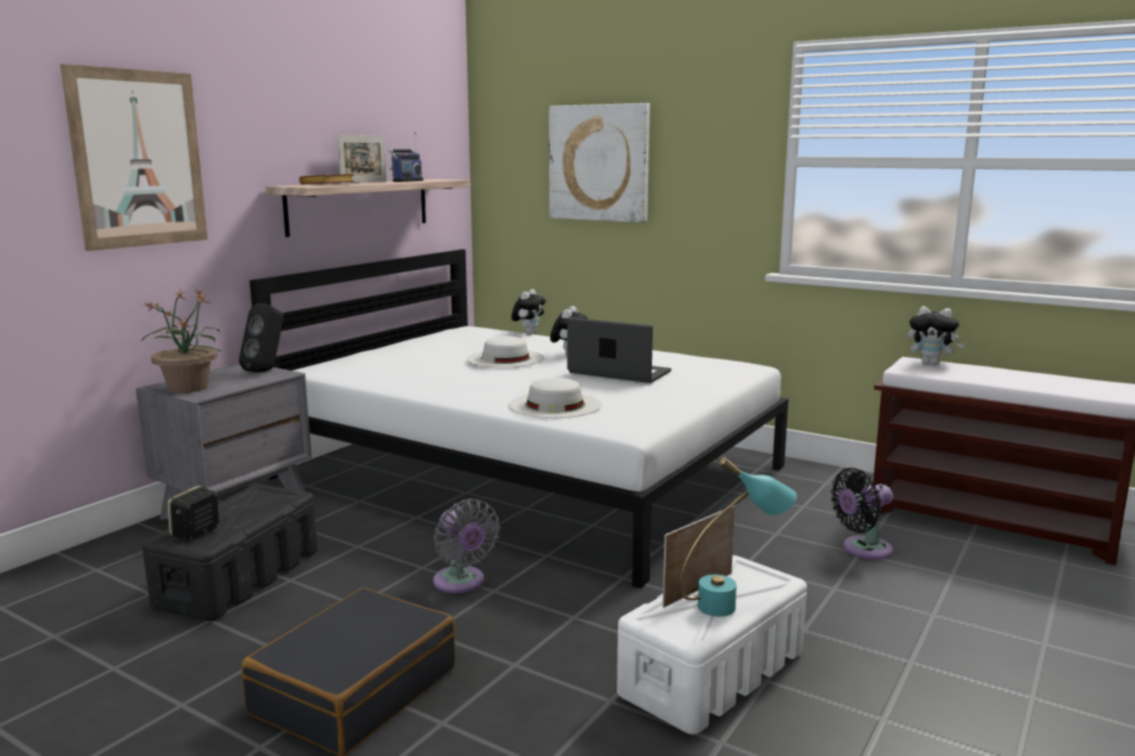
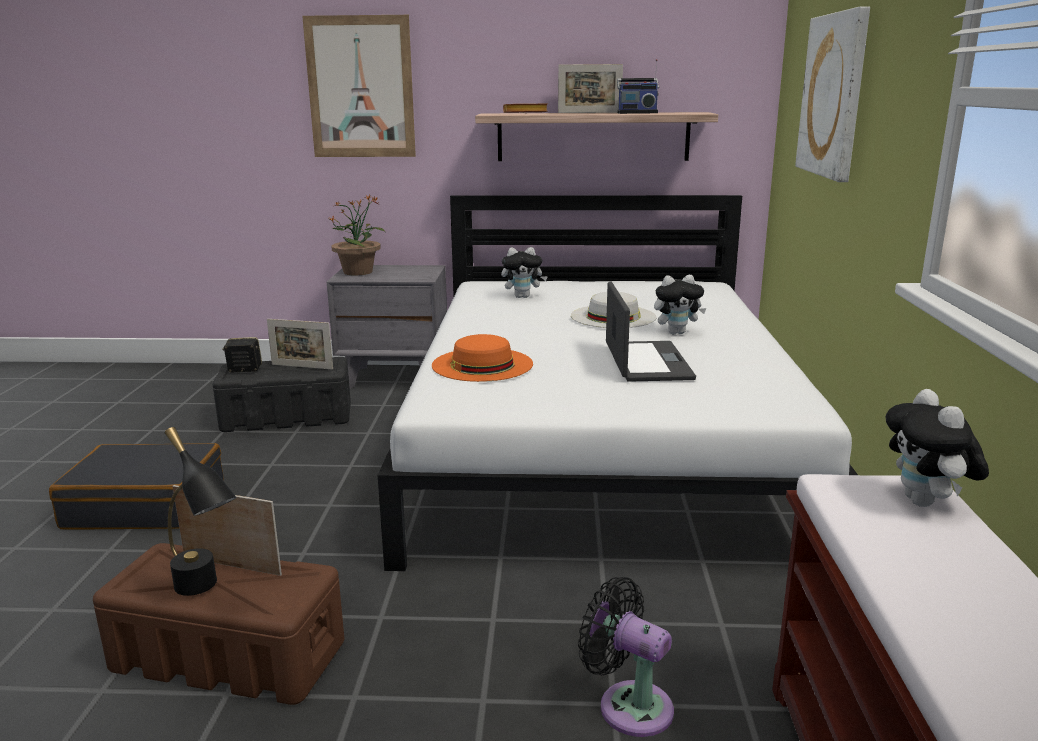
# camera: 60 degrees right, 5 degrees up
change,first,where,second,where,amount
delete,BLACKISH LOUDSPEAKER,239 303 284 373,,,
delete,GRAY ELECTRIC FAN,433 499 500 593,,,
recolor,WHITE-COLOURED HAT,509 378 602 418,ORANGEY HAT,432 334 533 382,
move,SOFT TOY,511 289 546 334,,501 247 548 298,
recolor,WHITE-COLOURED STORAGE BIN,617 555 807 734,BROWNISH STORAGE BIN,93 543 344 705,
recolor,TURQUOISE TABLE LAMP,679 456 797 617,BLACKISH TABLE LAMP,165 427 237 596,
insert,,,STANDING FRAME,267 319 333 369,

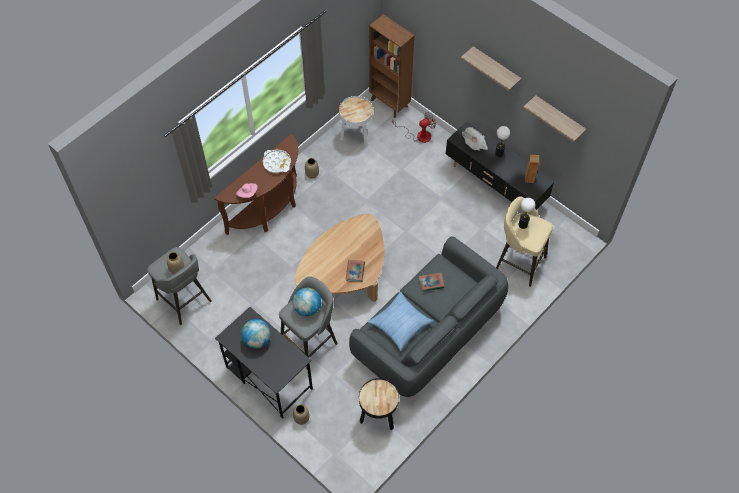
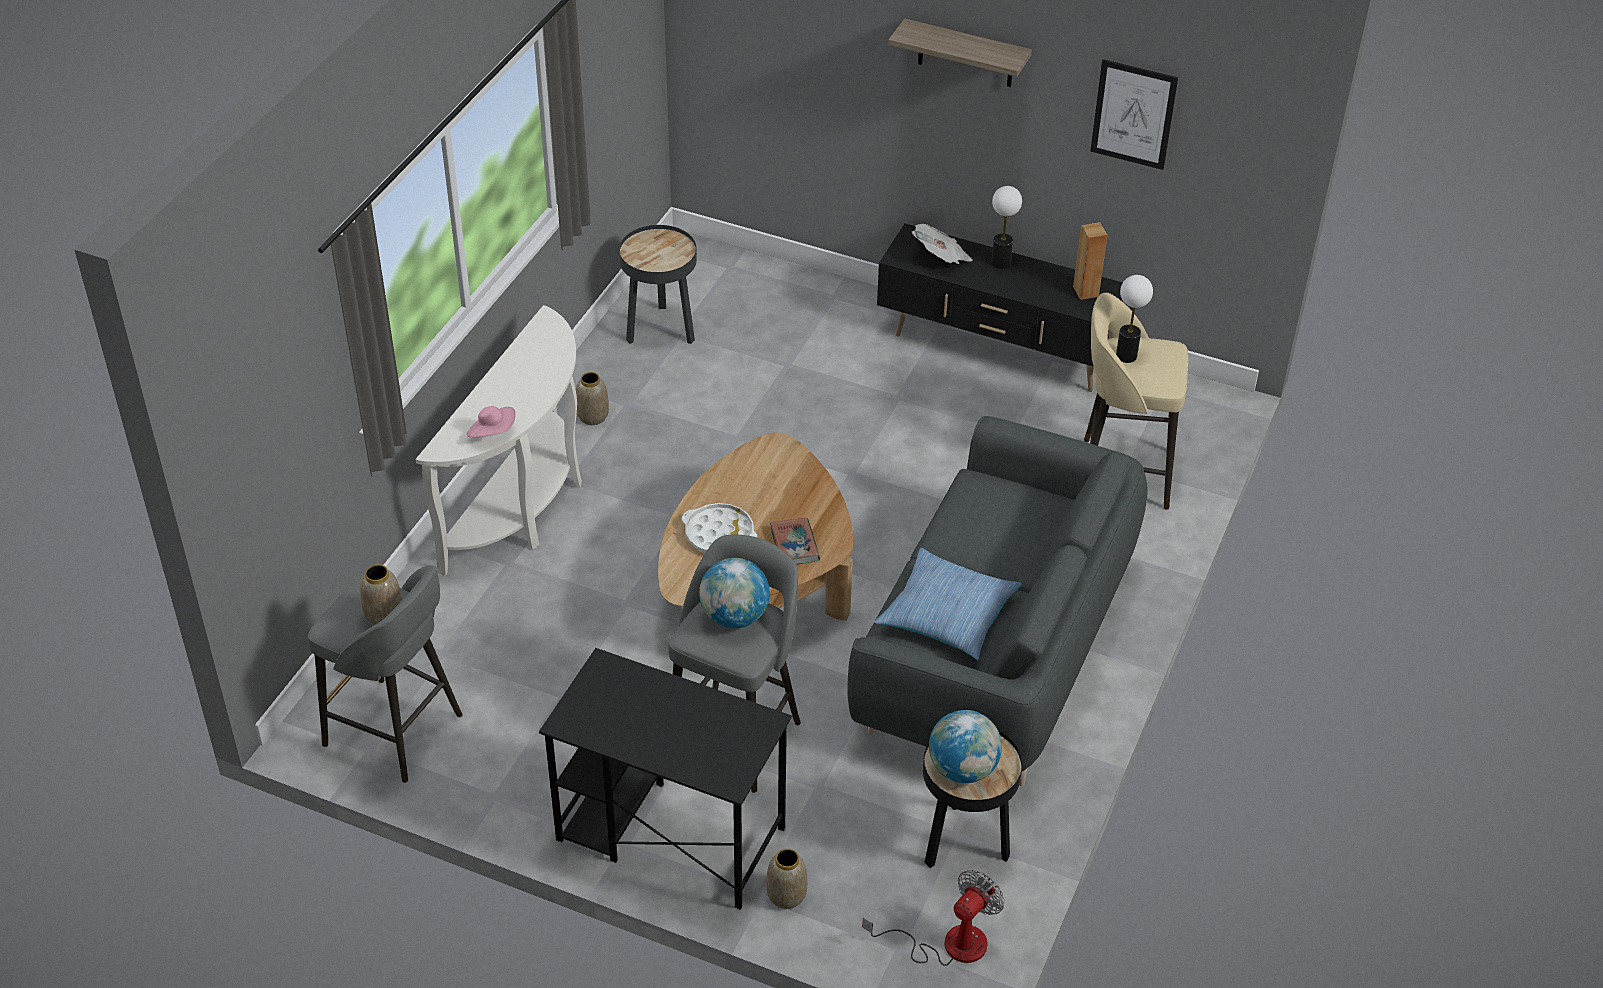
# camera: 20 degrees left, 15 degrees down
change,first,where,second,where,amount
recolor,BROWNISH NARROW TABLE,214 134 298 235,WHITE-COLOURED NARROW TABLE,415 305 582 575,
move,GLOBE,241 319 271 349,,929 710 1002 783,
move,WHITE-COLOURED CARRYING TRAY,263 150 291 173,,682 503 757 553,
recolor,WHITE-COLOURED END TABLE,339 96 373 147,BLACKISH END TABLE,619 225 697 344,
delete,BROWNISH SHELVING UNIT,369 14 414 118,,,
move,ELECTRIC FAN,392 112 436 143,,862 870 1004 966,
delete,VOLUME,419 272 444 292,,,
replace,BRACKET SHELF,523 95 586 142,PICTURE,1090 59 1178 170,

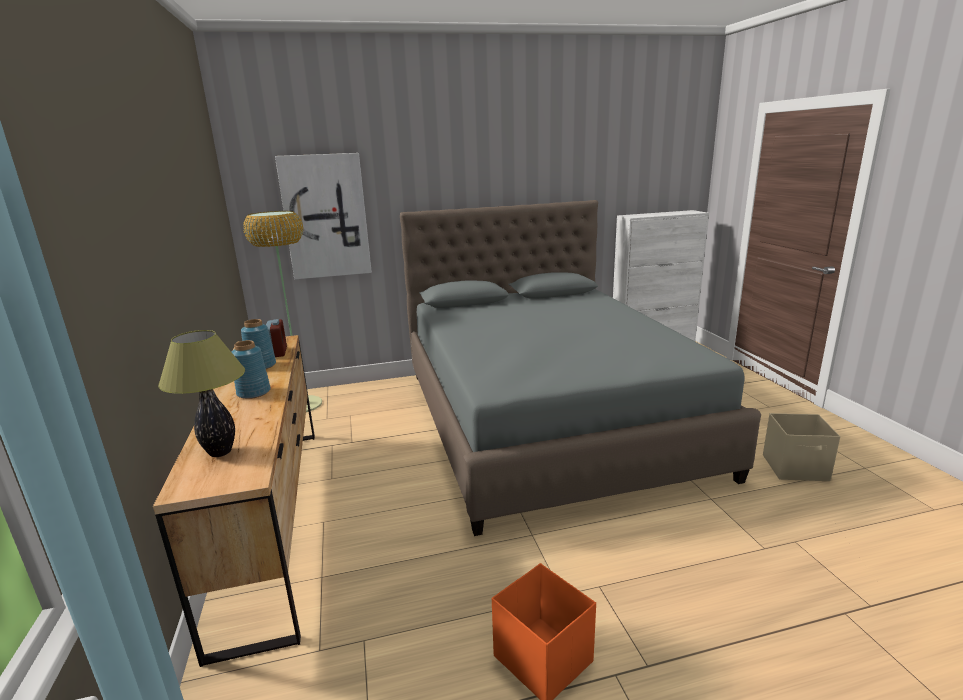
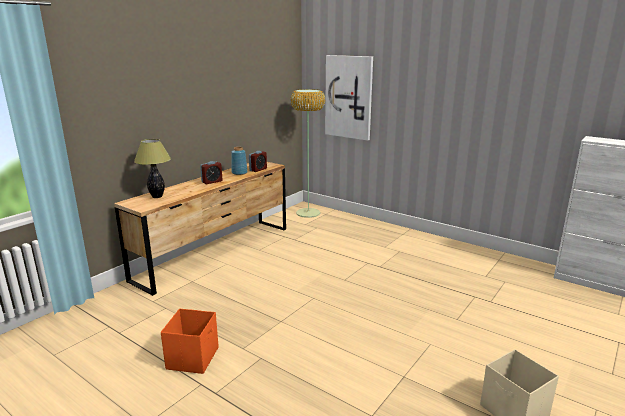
# camera: 50 degrees right, 0 degrees up
change,first,where,second,where,amount
replace,BLUE VASE,232 340 271 399,ALARM CLOCK,200 161 222 184,
delete,GRAY BED,400 200 761 536,,,

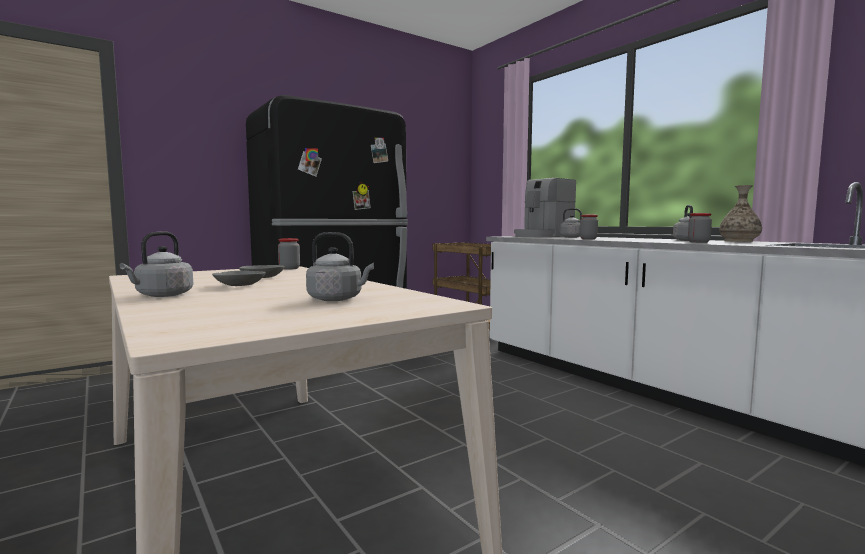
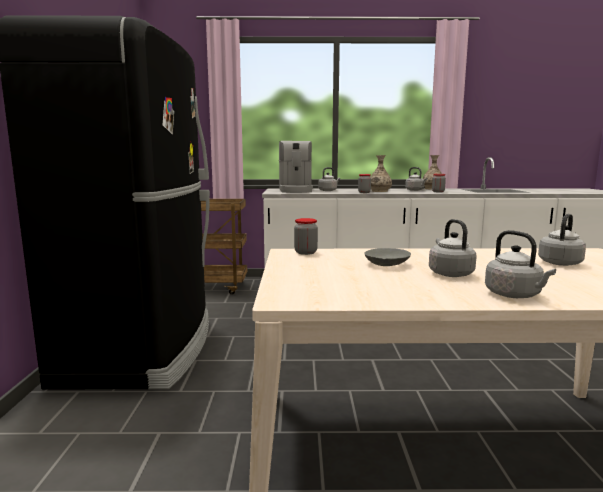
# camera: 55 degrees left, 5 degrees up
change,first,where,second,where,amount
replace,GRAY BOWL,212 271 266 286,GRAY TEA KETTLE,429 219 477 277,
insert,,,VASE,371 155 392 192,

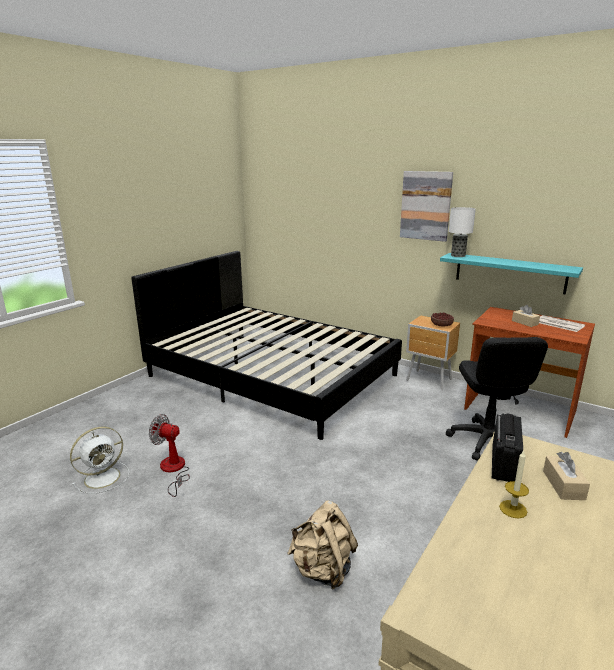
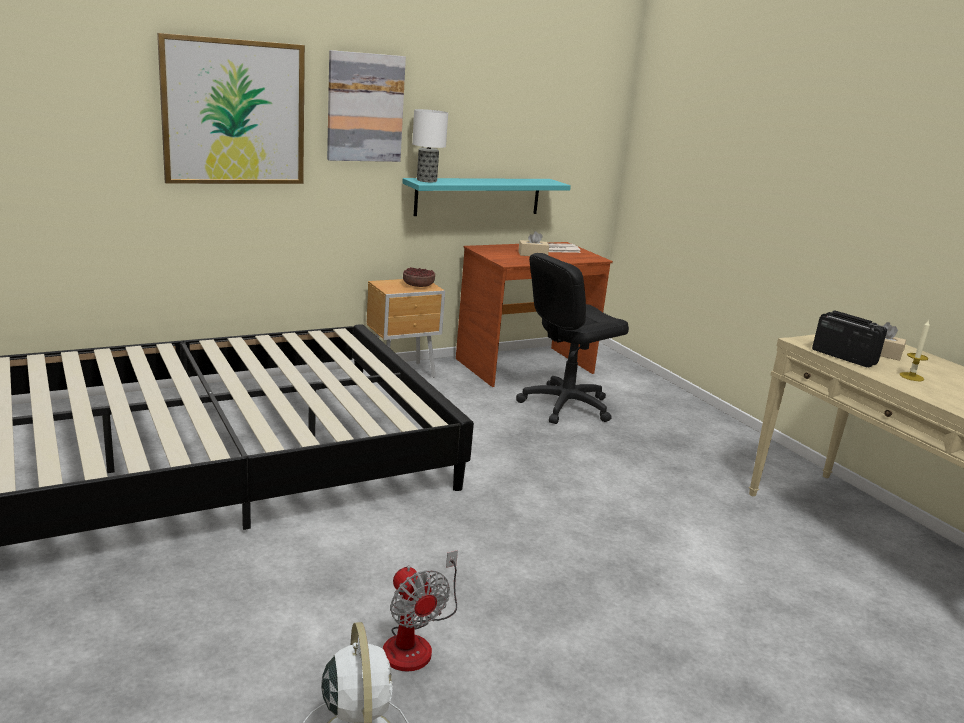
# camera: 65 degrees left, 0 degrees up
change,first,where,second,where,amount
rotate,ELECTRIC FAN,149 414 190 497,,383 550 458 672,75 degrees counterclockwise
delete,SAND-COLOURED BACKPACK,287 500 358 590,,,
rotate,BLACKISH DESK CHAIR,446 337 548 460,,516 253 629 424,120 degrees clockwise
insert,,,PICTURE,157 33 305 184,

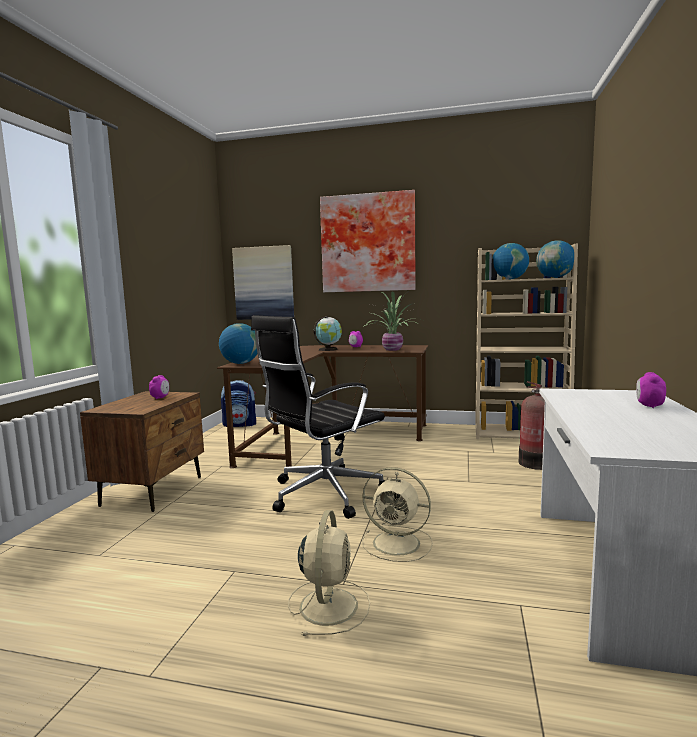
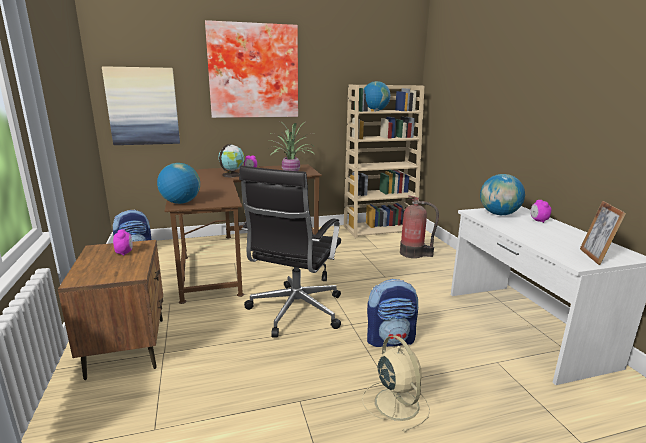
# camera: 30 degrees left, 10 degrees up
change,first,where,second,where,amount
replace,SAND-COLOURED ELECTRIC FAN,362 467 433 562,BACKPACK,367 279 418 347,
move,GLOBE,536 240 574 278,,480 174 525 215,
insert,,,STANDING FRAME,580 201 626 265,

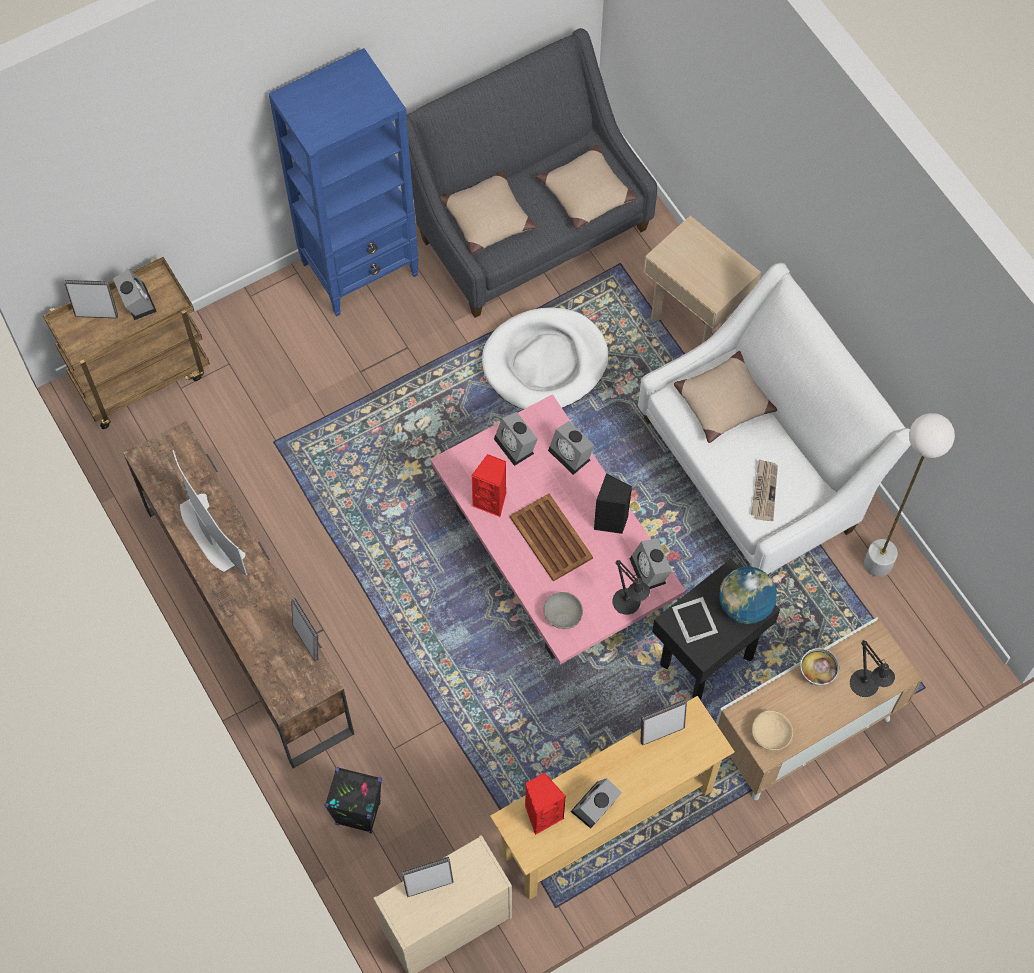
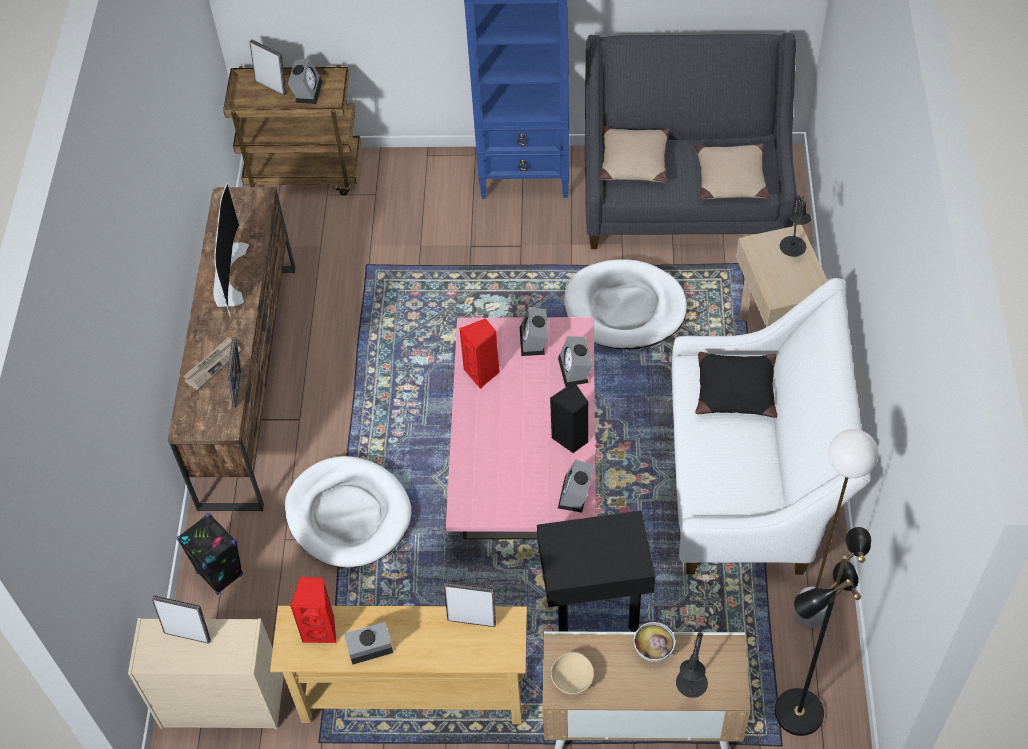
# camera: 35 degrees right, 10 degrees down
change,first,where,second,where,amount
delete,BROWNISH CARRYING TRAY,510 493 593 581,,,
delete,GRAY BOWL,543 592 583 629,,,
move,BLACKISH TABLE LAMP,612 560 650 615,,780 195 811 257,
delete,STANDING FRAME,672 597 718 643,,,
recolor,SAND-COLOURED THROW PILLOW,674 351 777 443,BLACKISH THROW PILLOW,695 352 777 418,
delete,GLOBE,719 566 777 624,,,
move,DAILY PAPER,751 459 778 521,,184 337 241 391,
insert,,,WHITE-COLOURED PET BED,285 456 411 568,
insert,,,BLACKISH STANDING LAMP,775 527 871 736,

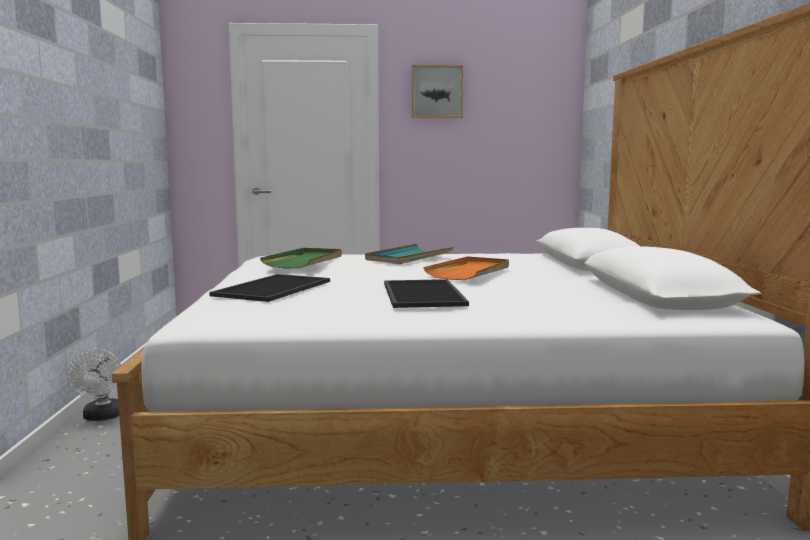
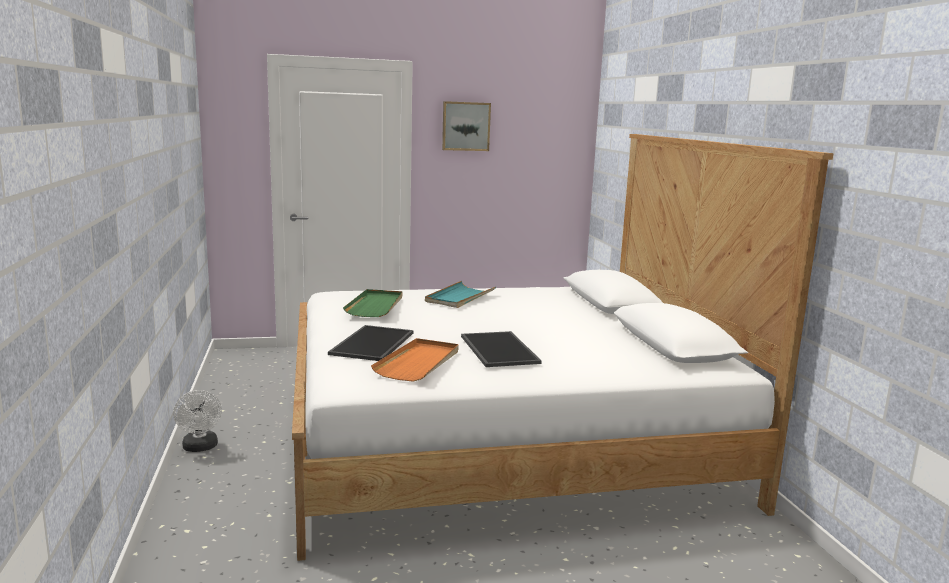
# camera: 10 degrees left, 5 degrees up
change,first,where,second,where,amount
move,ORANGEY CARRYING TRAY,423 257 509 280,,371 338 459 382,

